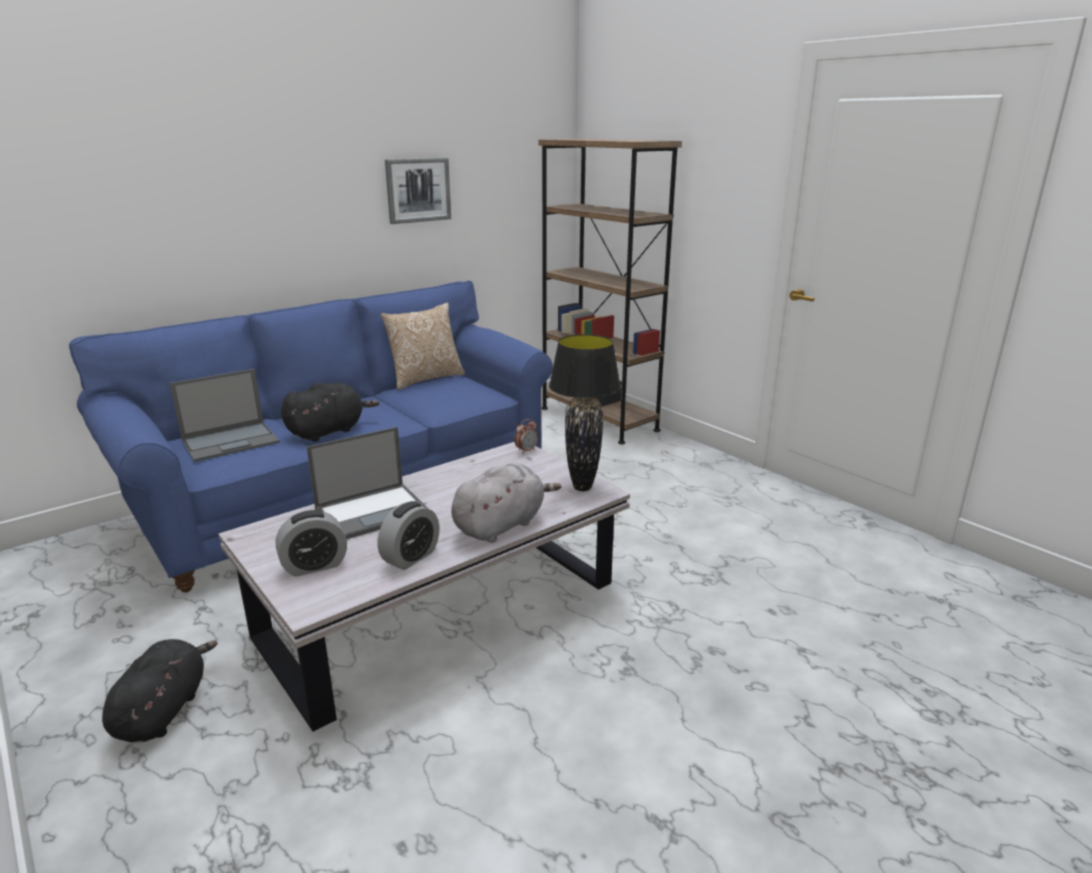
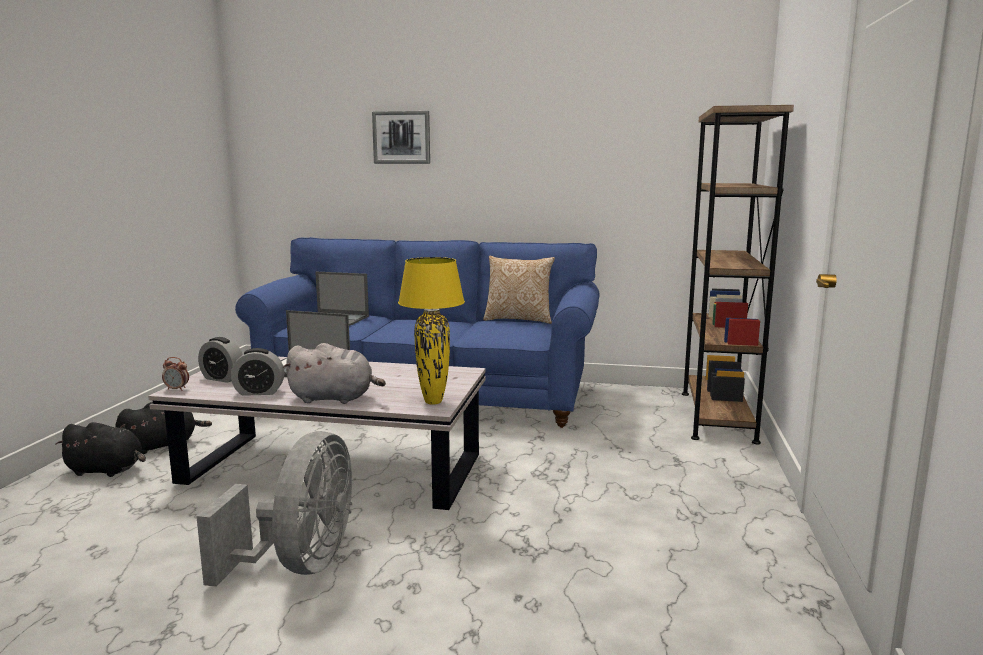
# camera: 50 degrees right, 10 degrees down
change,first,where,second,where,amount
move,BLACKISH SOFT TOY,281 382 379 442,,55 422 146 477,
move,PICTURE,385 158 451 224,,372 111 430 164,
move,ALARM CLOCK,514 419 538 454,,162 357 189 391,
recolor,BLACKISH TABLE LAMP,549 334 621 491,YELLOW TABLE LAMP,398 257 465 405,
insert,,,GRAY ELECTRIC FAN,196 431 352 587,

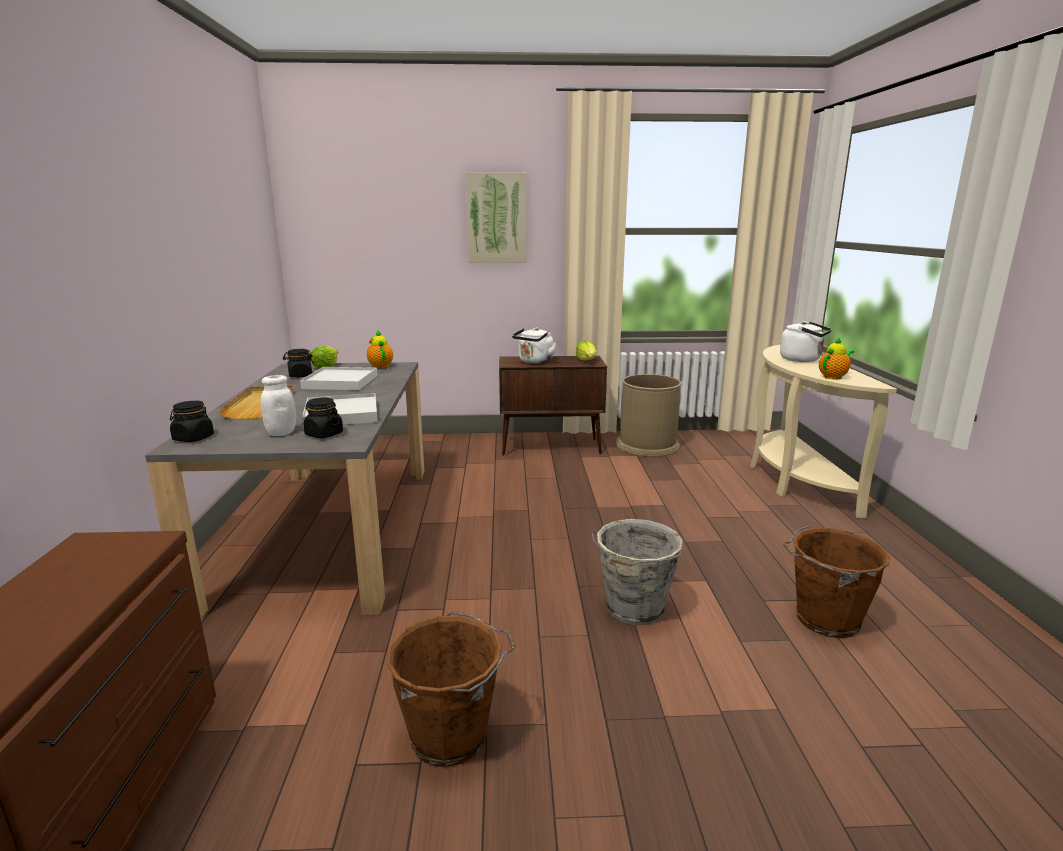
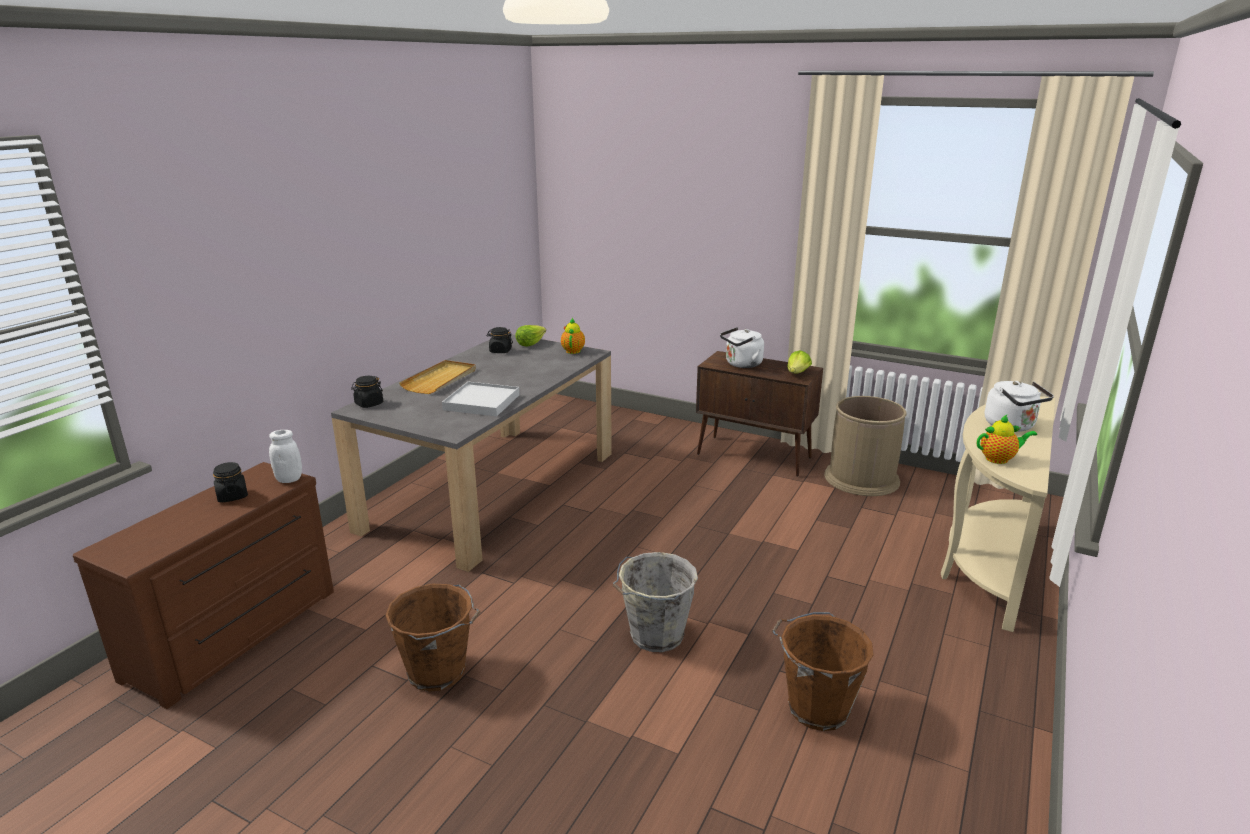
# camera: 30 degrees right, 5 degrees up
change,first,where,second,where,amount
move,WHITE-COLOURED PRESERVE JAR,261 375 296 436,,269 430 302 483,
delete,WHITE-COLOURED CARRYING TRAY,300 367 378 390,,,
move,BLACKISH PRESERVE JAR,304 397 343 438,,213 462 248 503,
delete,PICTURE,466 172 526 263,,,

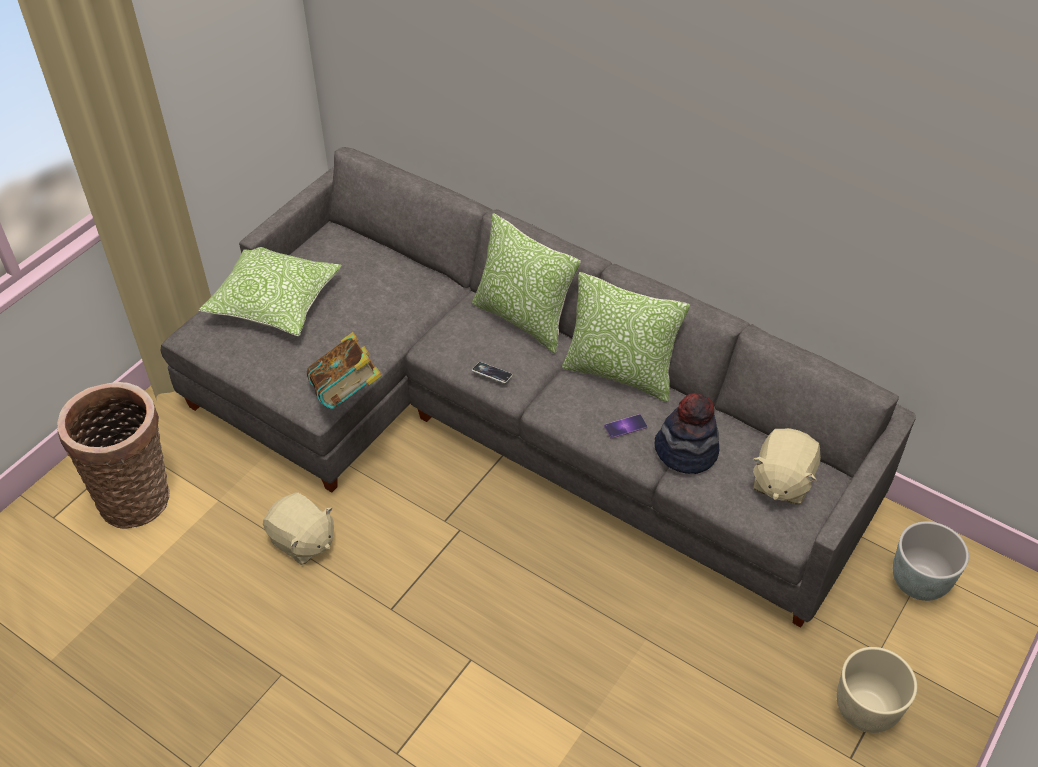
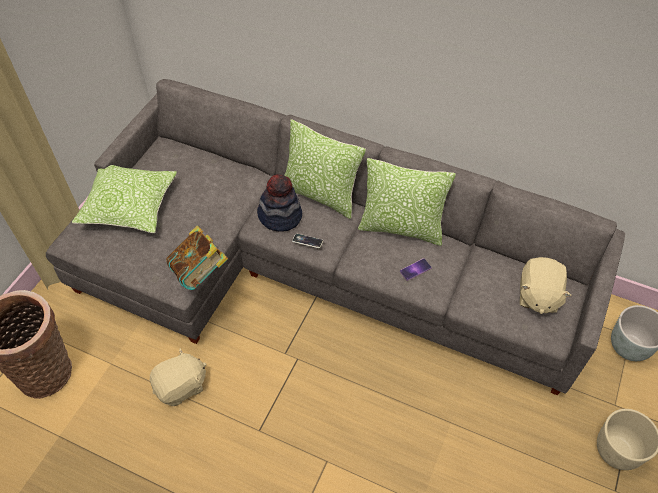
# camera: 10 degrees left, 5 degrees up
change,first,where,second,where,amount
rotate,SAND-COLOURED SOFT TOY,263 493 334 565,,150 348 207 406,60 degrees counterclockwise
move,HAT,655 393 719 474,,257 174 302 232,

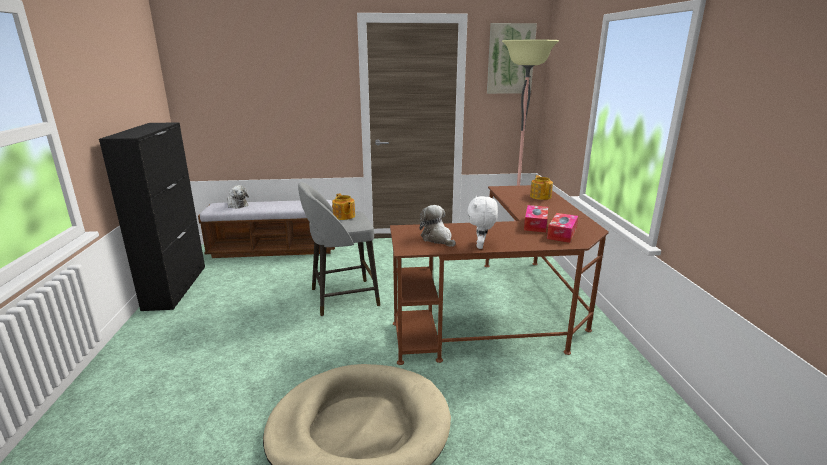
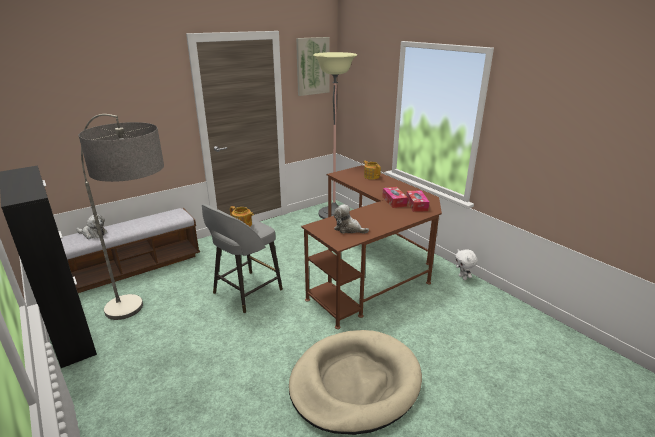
# camera: 30 degrees left, 5 degrees up
change,first,where,second,where,amount
move,WHITE-COLOURED SOFT TOY,467 196 498 249,,455 249 477 280,
insert,,,STANDING LAMP,79 114 164 320,

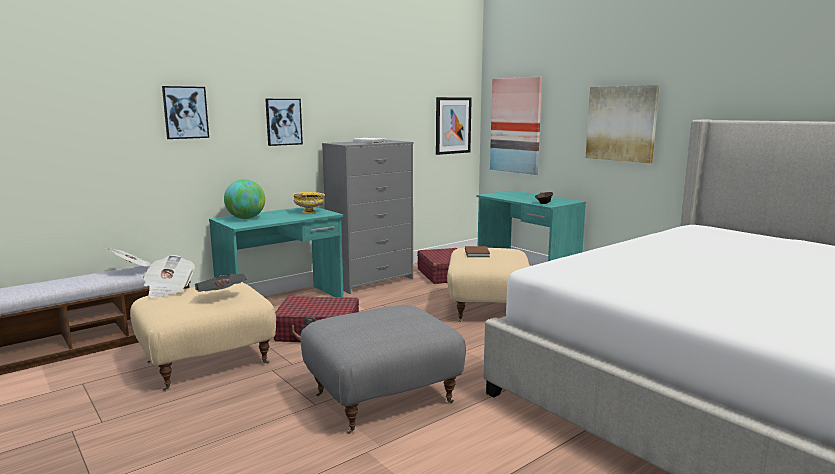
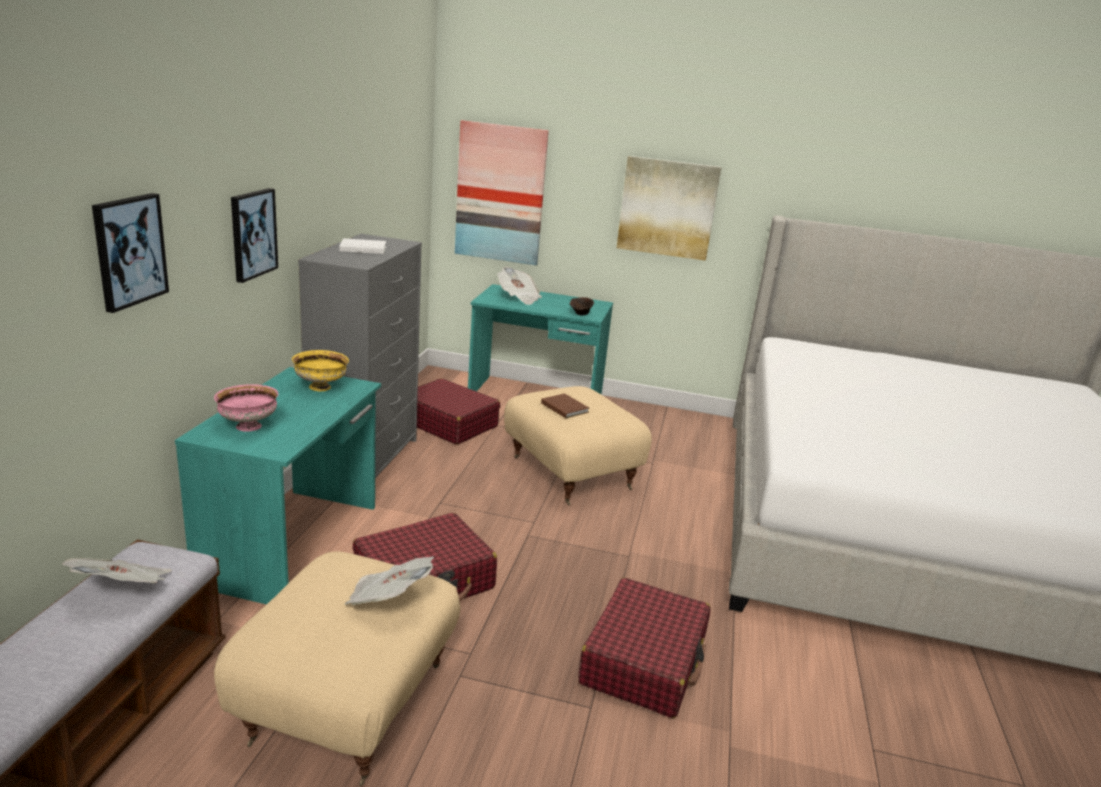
# camera: 40 degrees left, 10 degrees up
change,first,where,second,where,amount
move,DAILY PAPER,143 255 196 298,,497 267 542 305,
replace,GLOBE,224 179 265 219,PINK-COLOURED BOWL,214 384 278 432,
replace,GRAY OTTOMAN,300 305 466 434,RED PIECE OF LUGGAGE,578 577 711 718,
delete,PICTURE,436 97 472 155,,,

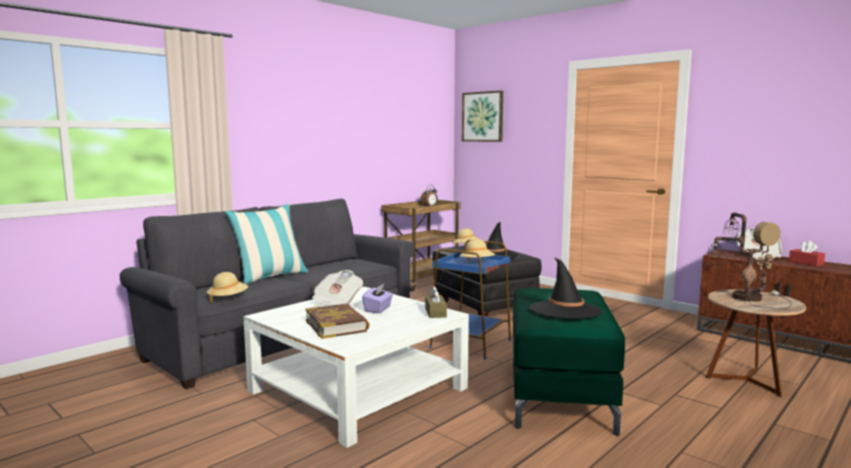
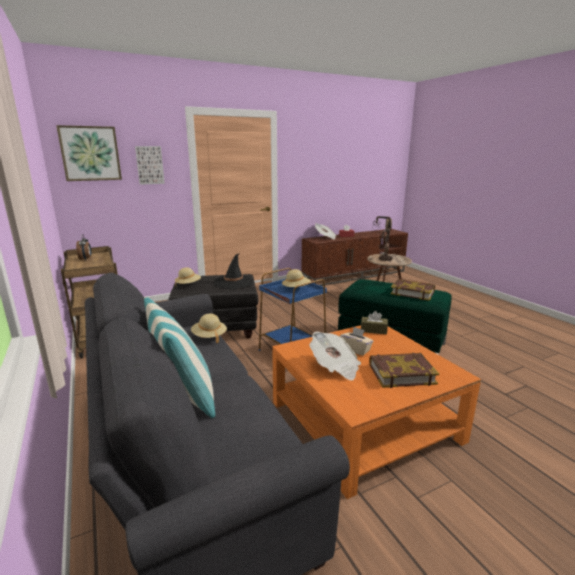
# camera: 70 degrees left, 10 degrees up
change,first,where,second,where,amount
move,SAND-COLOURED HAT,207 272 248 304,,191 314 227 343,
recolor,WHITE-COLOURED LOW TABLE,243 287 469 448,ORANGEY LOW TABLE,272 325 481 499,
recolor,PURPLISH TISSUE BOX,362 284 393 313,SAND-COLOURED TISSUE BOX,340 327 374 356,
replace,BLACKISH HAT,529 257 603 319,VOLUME,391 279 435 301,
insert,,,PICTURE,135 146 165 185,

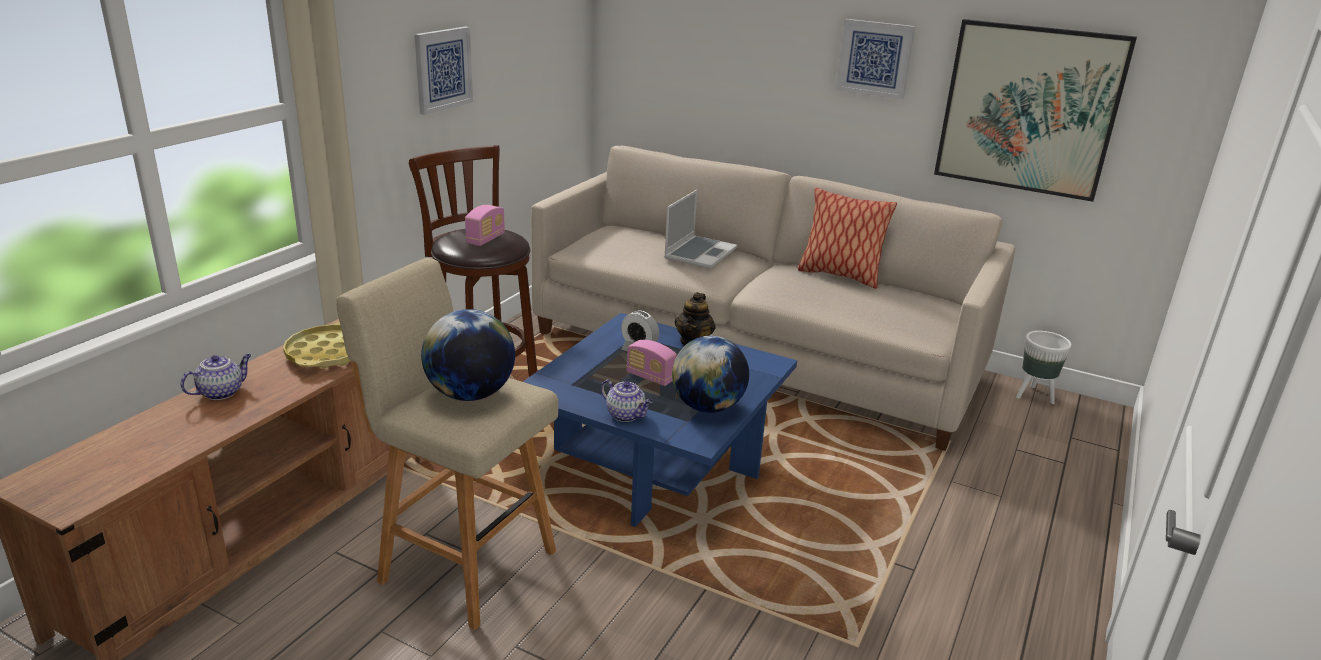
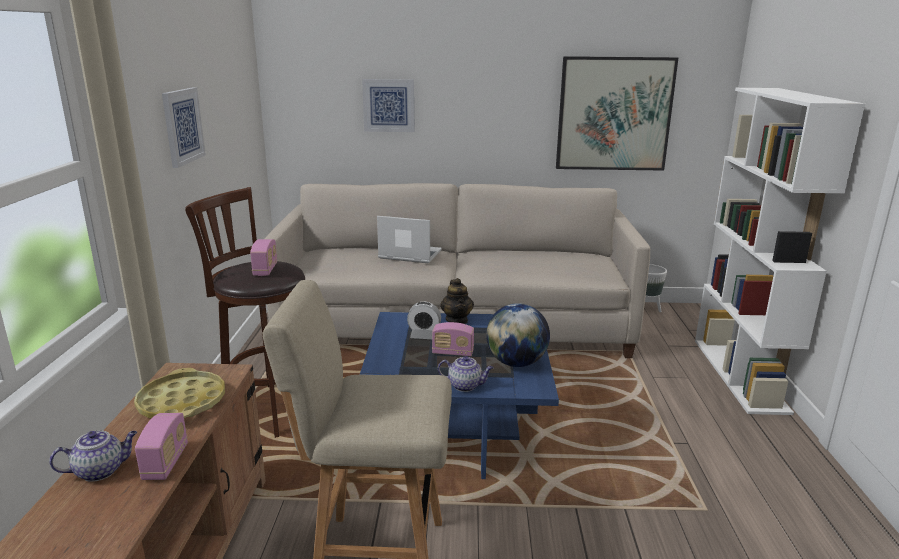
# camera: 25 degrees left, 5 degrees down
change,first,where,second,where,amount
rotate,TEA POT,180 354 251 400,,49 430 137 482,45 degrees clockwise
delete,GLOBE,421 309 515 401,,,
rotate,NOTEBOOK COMPUTER,664 190 737 269,,377 216 442 263,75 degrees counterclockwise
delete,THROW PILLOW,797 188 897 289,,,
move,PICTURE,836 19 915 99,,362 79 415 132,
insert,,,RADIO SET,135 413 188 480,
insert,,,WHITE-COLOURED SHELVING UNIT,695 88 865 415,

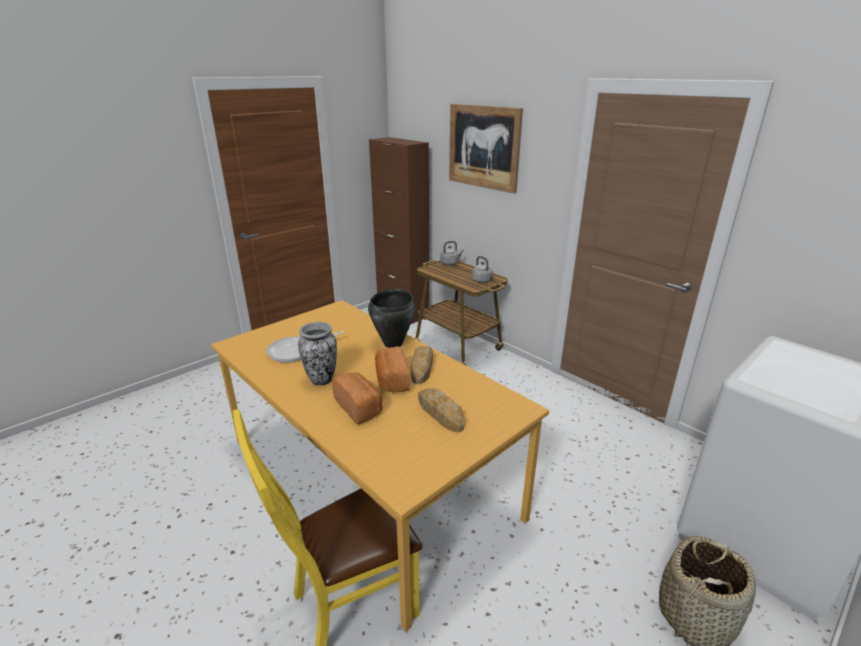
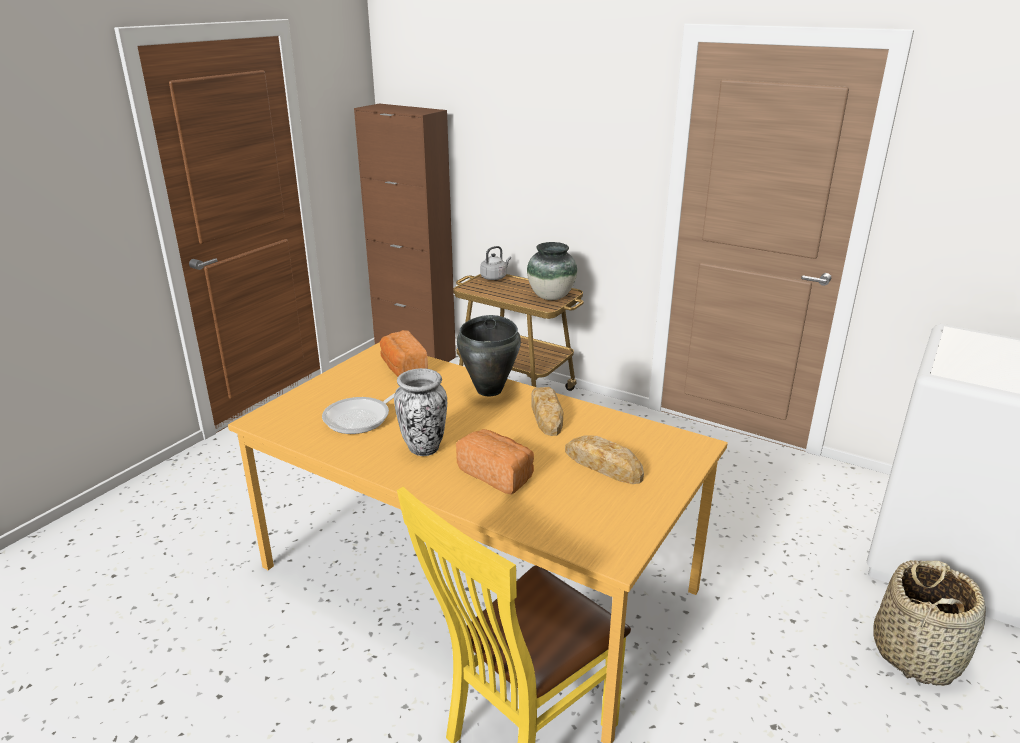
# camera: 15 degrees left, 0 degrees up
change,first,where,second,where,amount
move,BAKED BREAD,375 346 409 392,,380 330 428 376,
delete,PICTURE,449 104 523 194,,,
replace,GRAY TEA KETTLE,472 256 494 283,VASE,527 242 577 300,

